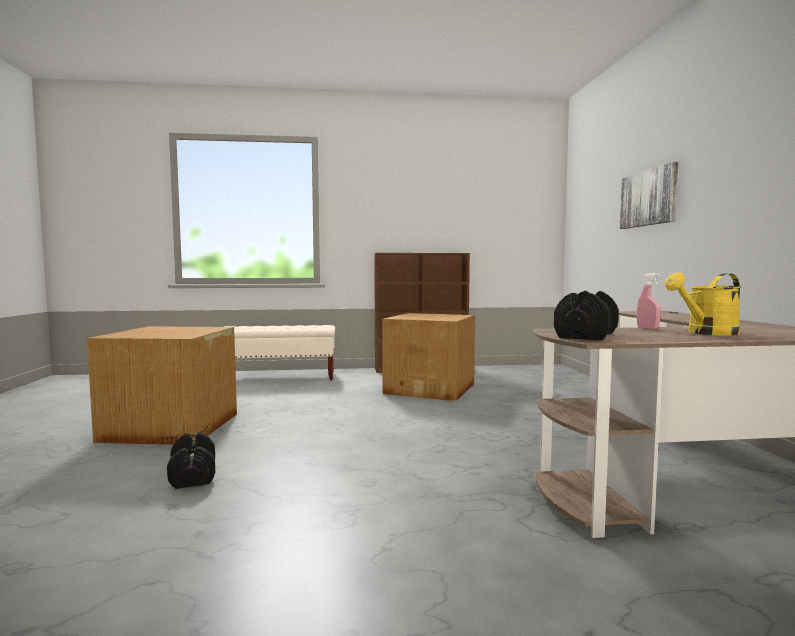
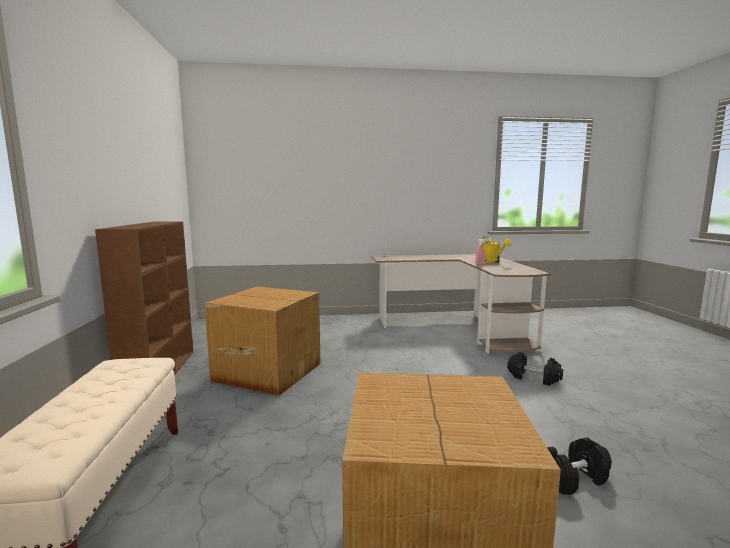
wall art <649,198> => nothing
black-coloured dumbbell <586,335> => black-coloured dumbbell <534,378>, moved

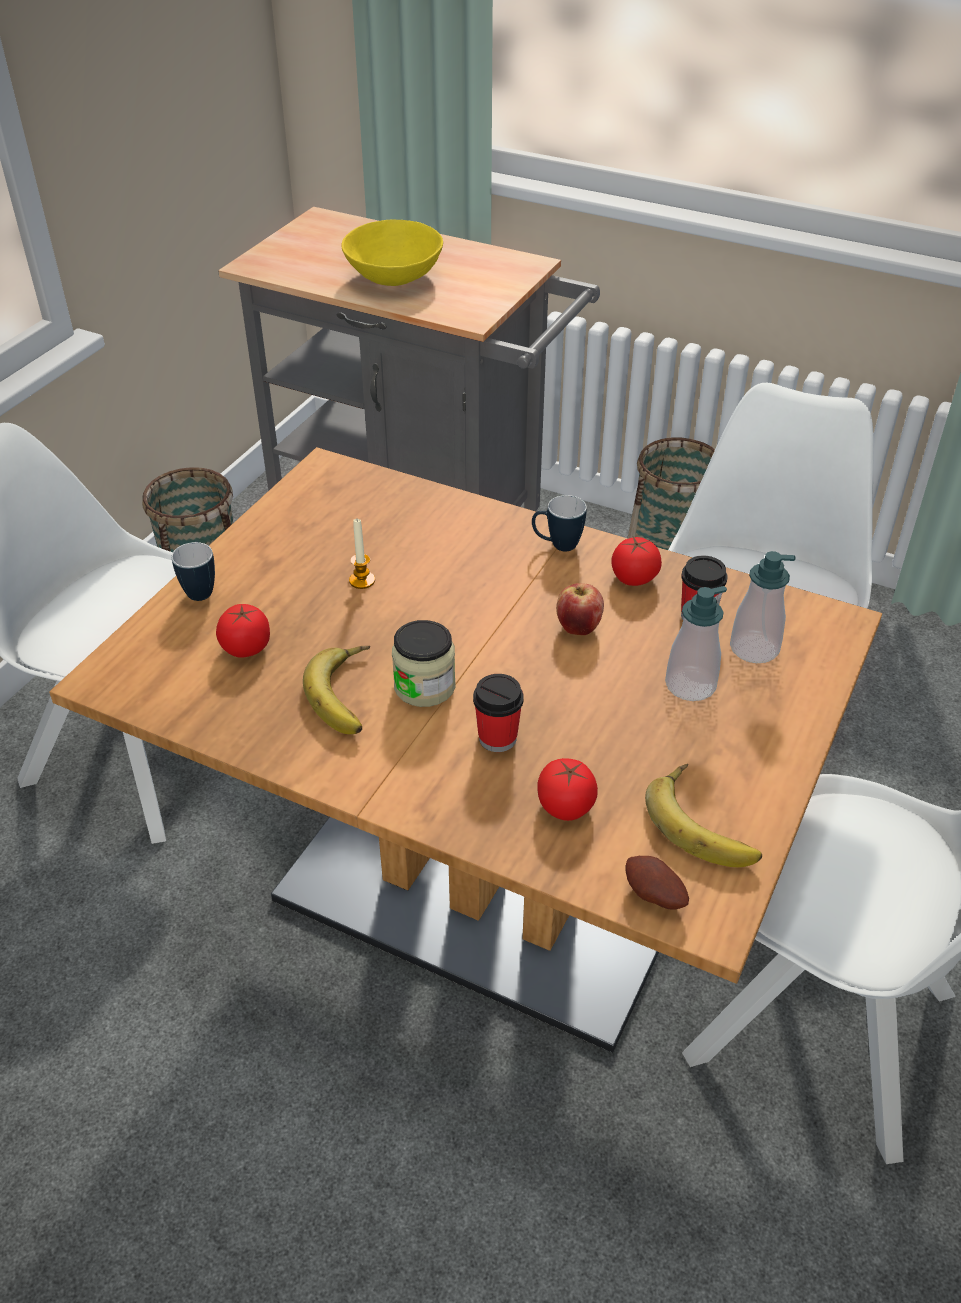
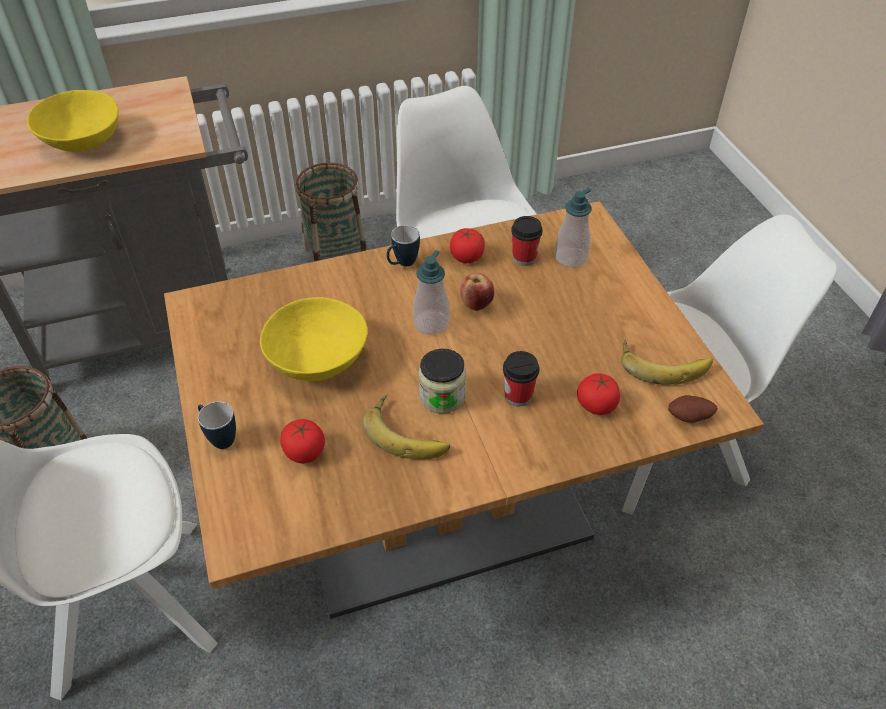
wax light <362,580> => yellow-coloured serving bowl <318,360>
liquid soap bottle <690,685> => liquid soap bottle <431,323>, moved

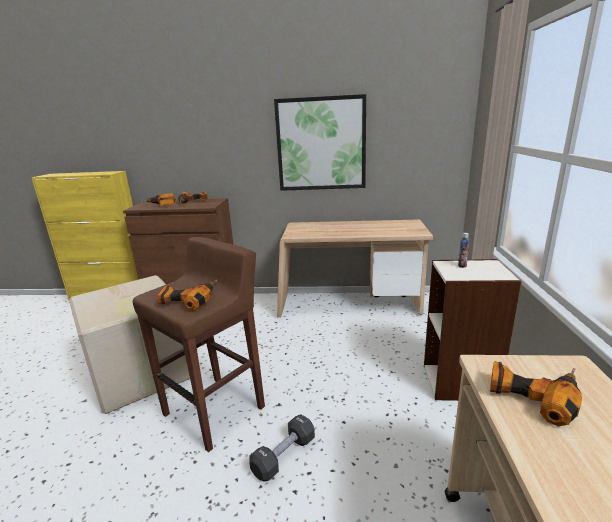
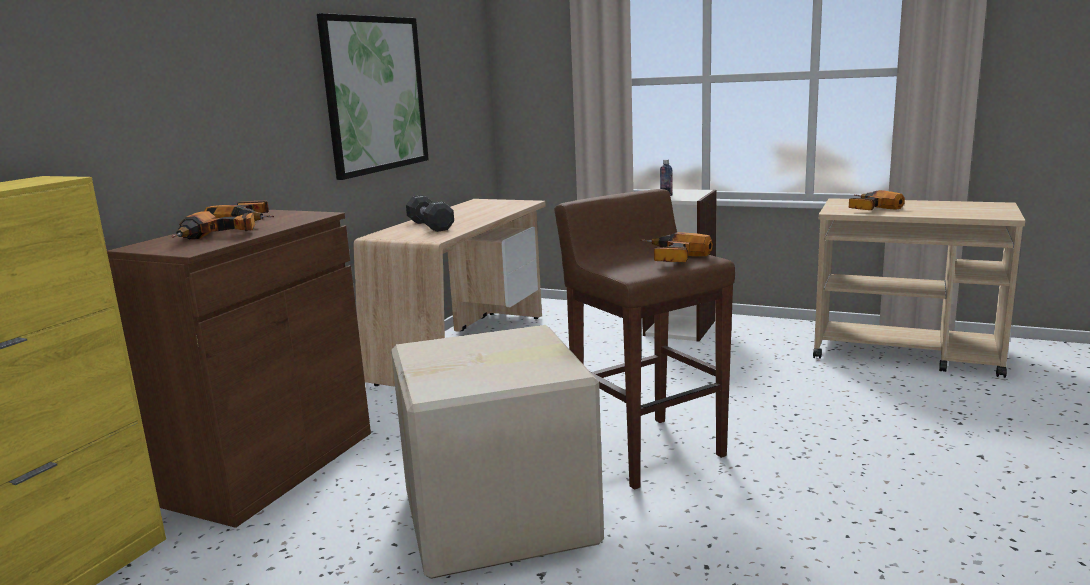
black-coloured dumbbell <284,456> => black-coloured dumbbell <430,226>, moved

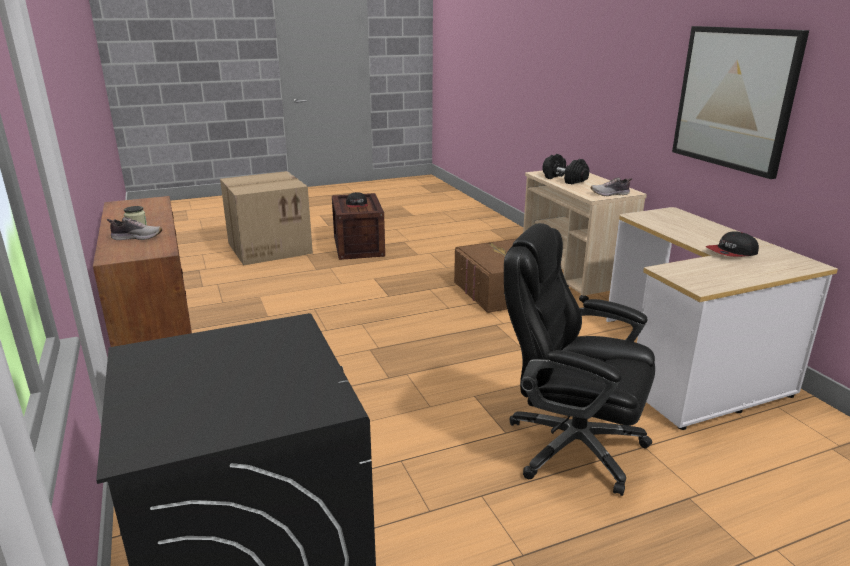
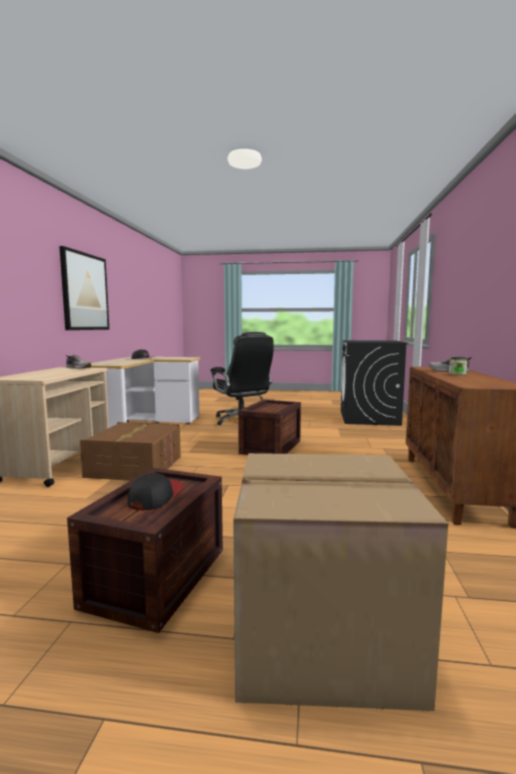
black-coloured dumbbell <564,179> => nothing
nothing => shipping crate <271,447>

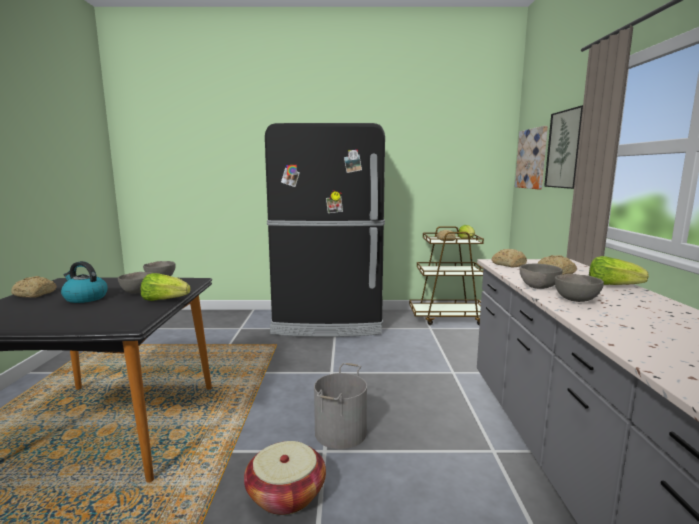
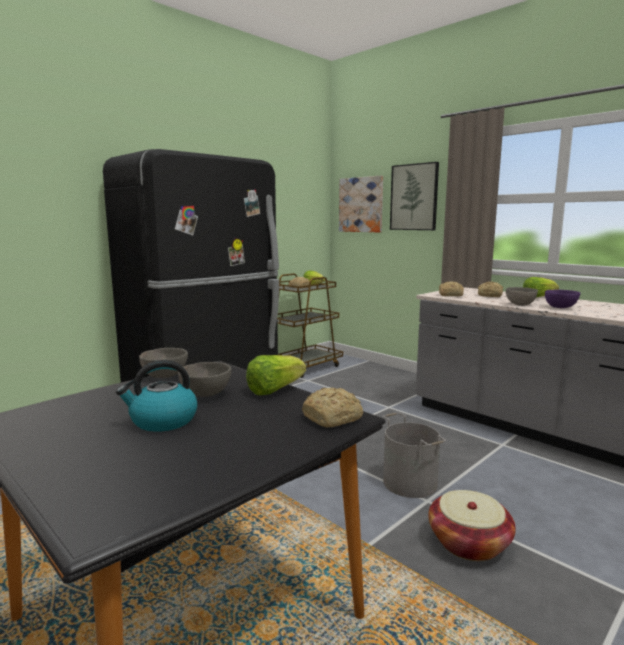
gray serving bowl <576,300> => purple-coloured serving bowl <560,307>
baked bread <35,294> => baked bread <333,418>, moved

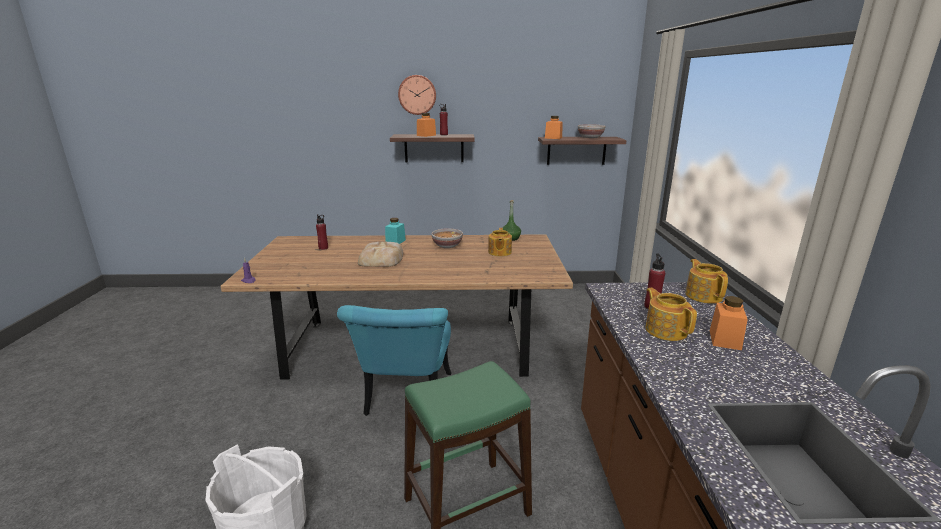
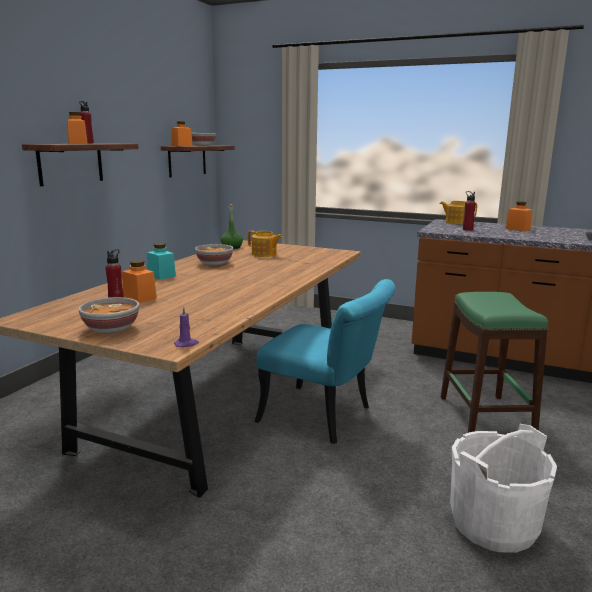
wall clock <417,95> => nothing
baked bread <382,259> => nothing
teapot <665,330> => nothing
nothing => orange-coloured storage jar <139,298>
nothing => serving bowl <111,329>

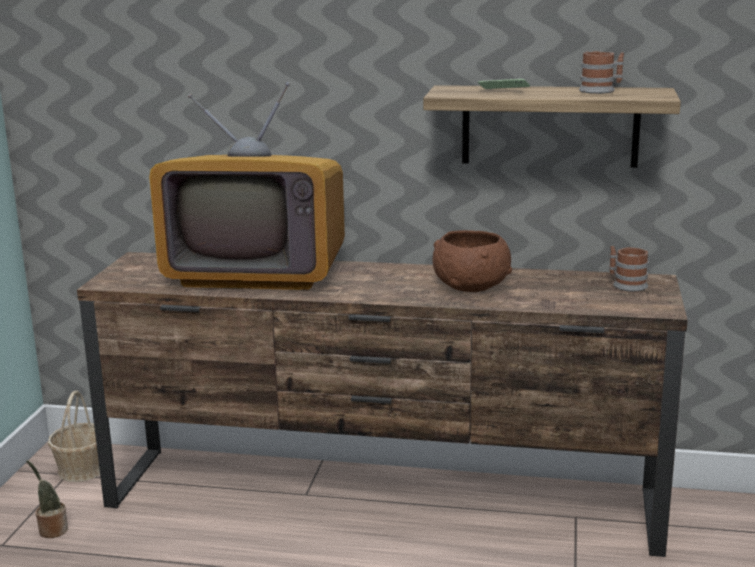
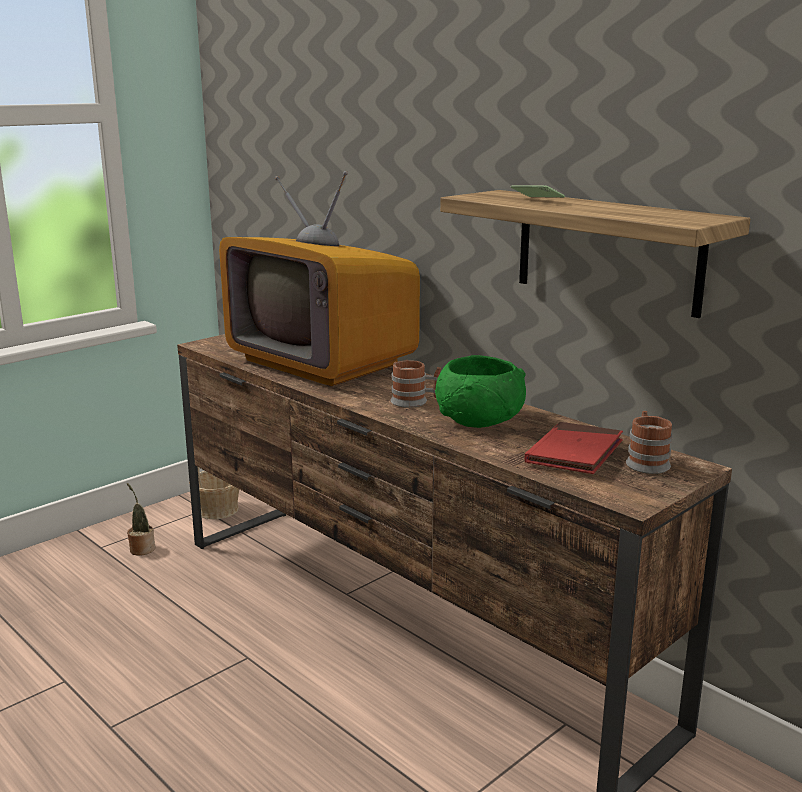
tea mug <602,90> => tea mug <415,402>, moved
brownish serving bowl <471,285> => greenish serving bowl <479,419>
nothing => red bound book <574,453>

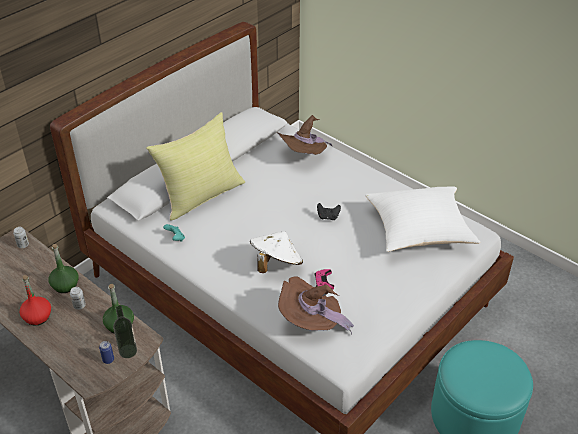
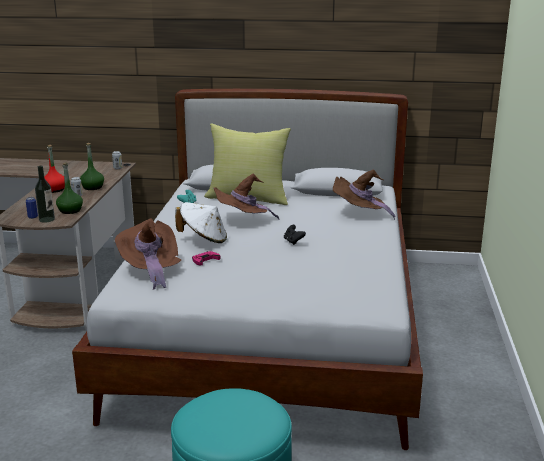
white-coloured pillow <418,232> => nothing
nothing => brownish clothing hat <243,222>

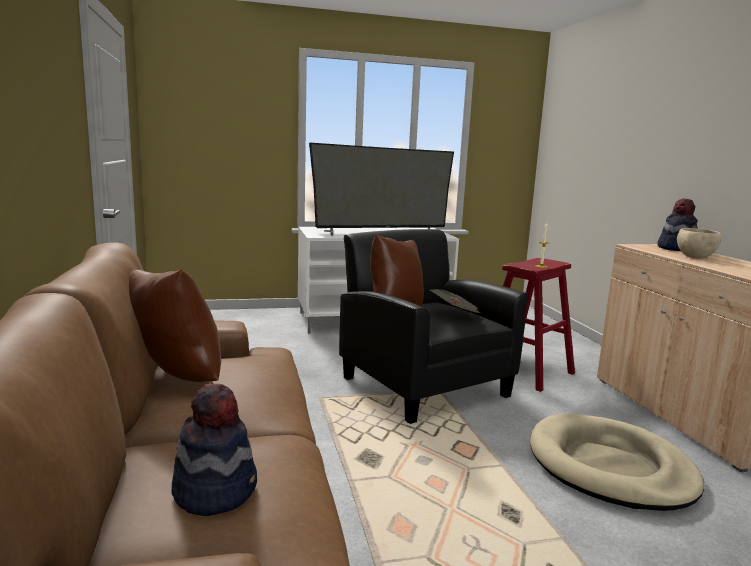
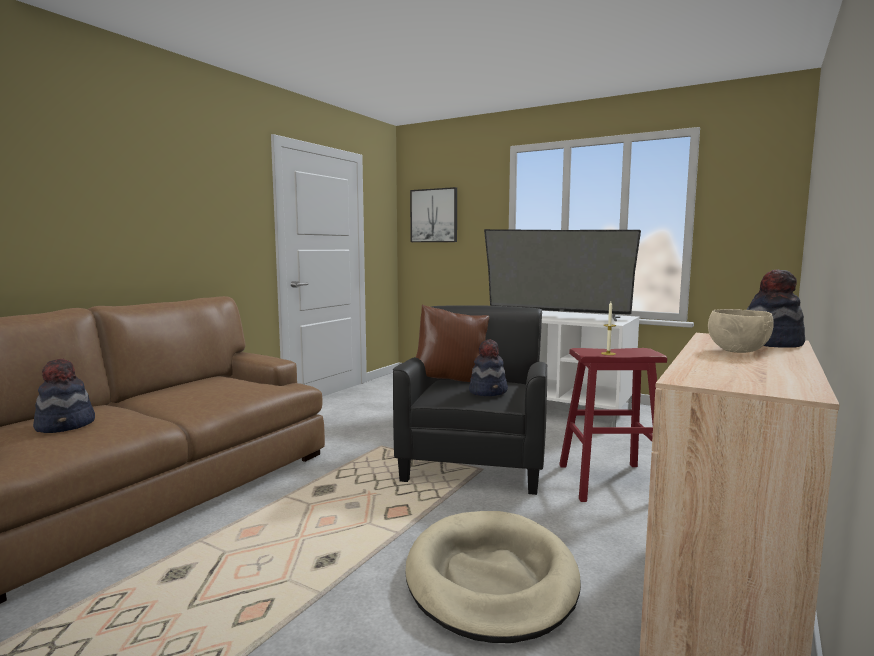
brownish pillow <175,380> => nothing
daily paper <456,315> => clothing hat <488,392>
nothing => wall art <434,215>

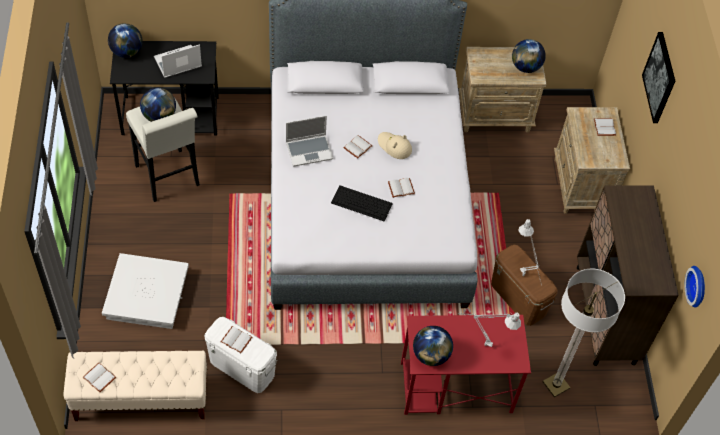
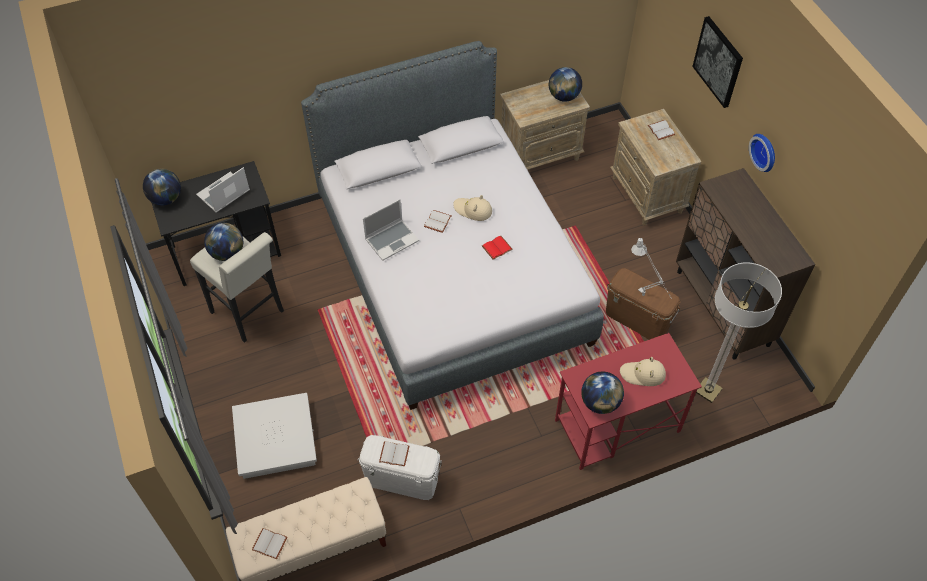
white-coloured bound book <401,189> => red bound book <497,249>
PC keyboard <362,203> => nothing
wall clock <698,286> => wall clock <765,151>, moved
gray tabletop lamp <481,343> => beige-coloured clothing hat <643,374>

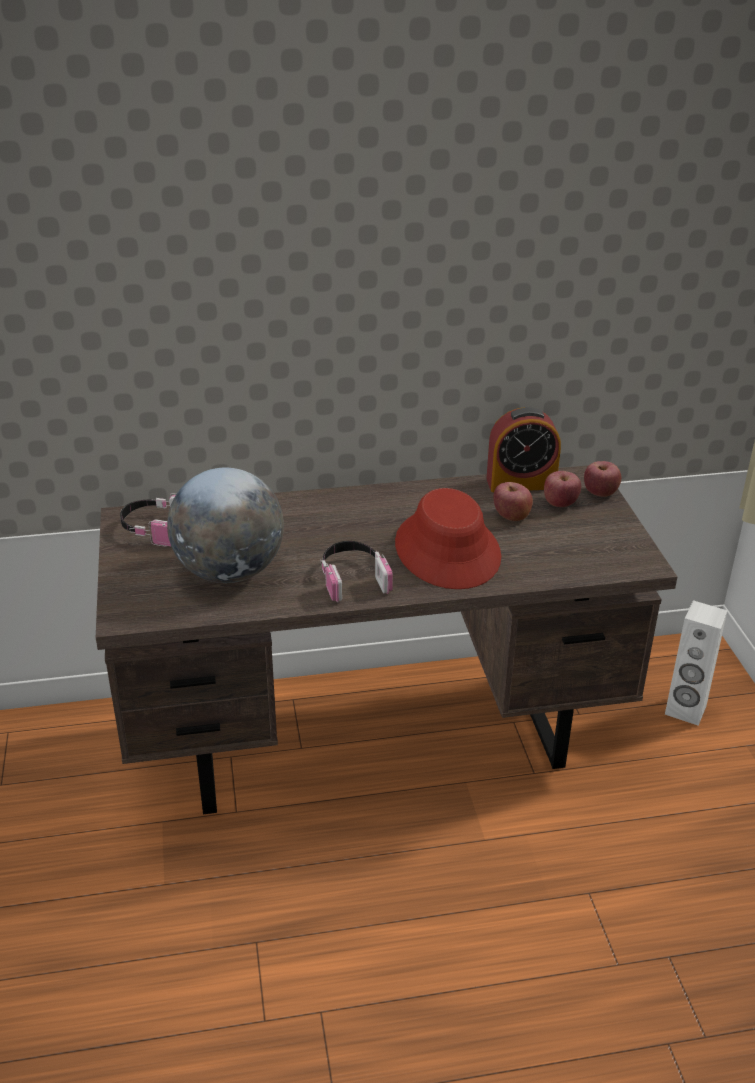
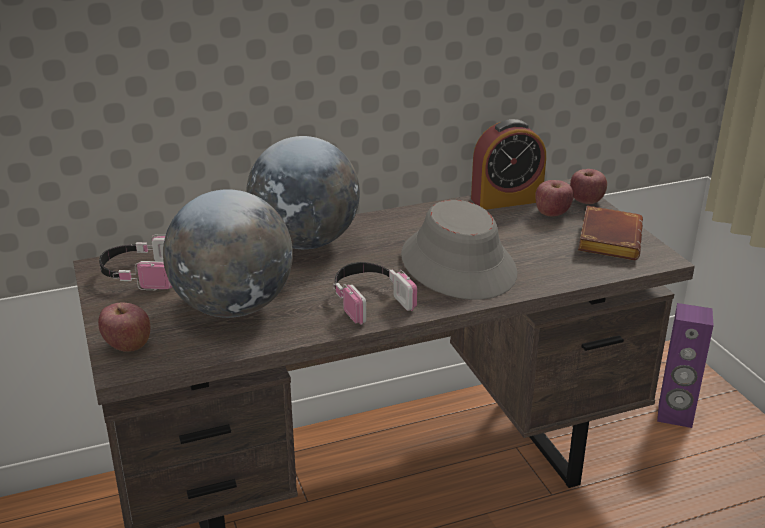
apple fruit <511,516> => apple fruit <127,345>, moved
red clothing hat <448,550> => gray clothing hat <458,265>
white-coloured audio speaker <685,711> => purple-coloured audio speaker <675,415>
nothing => world globe <306,242>
nothing => brownish bound book <607,239>

